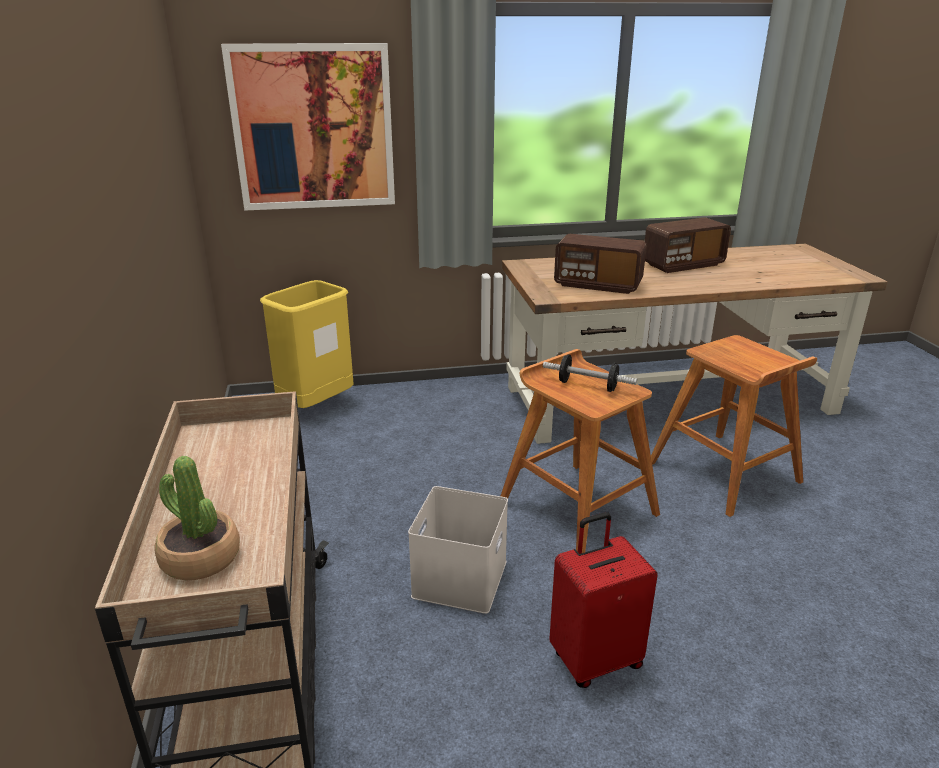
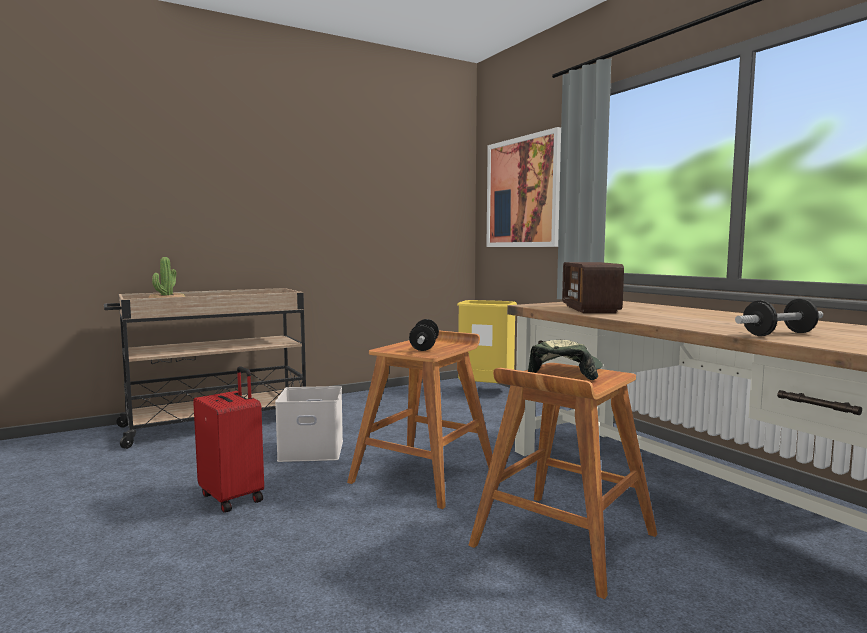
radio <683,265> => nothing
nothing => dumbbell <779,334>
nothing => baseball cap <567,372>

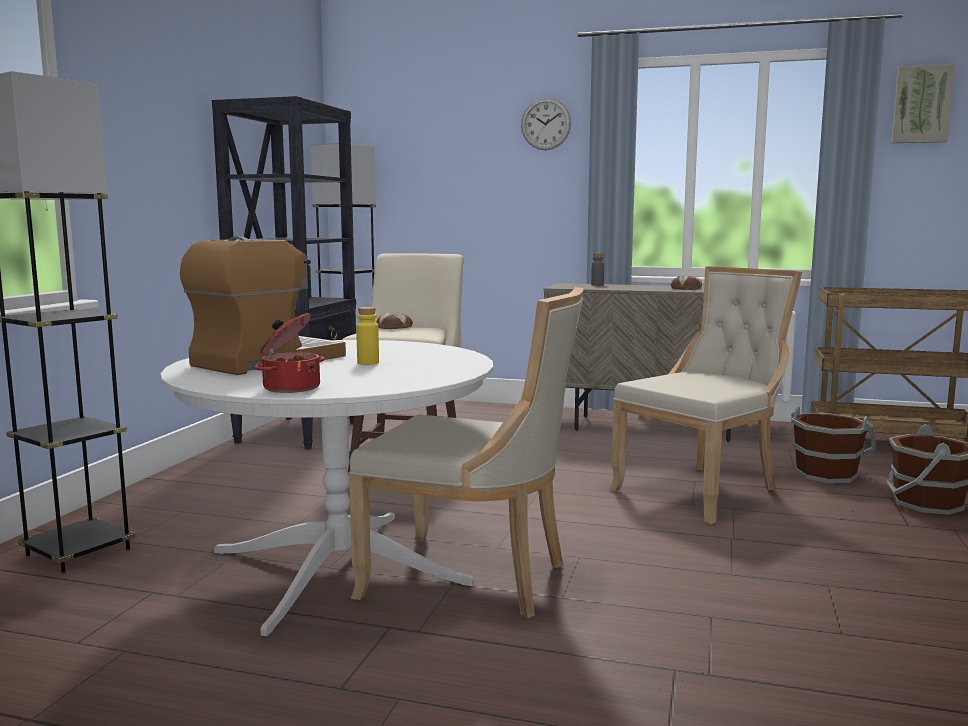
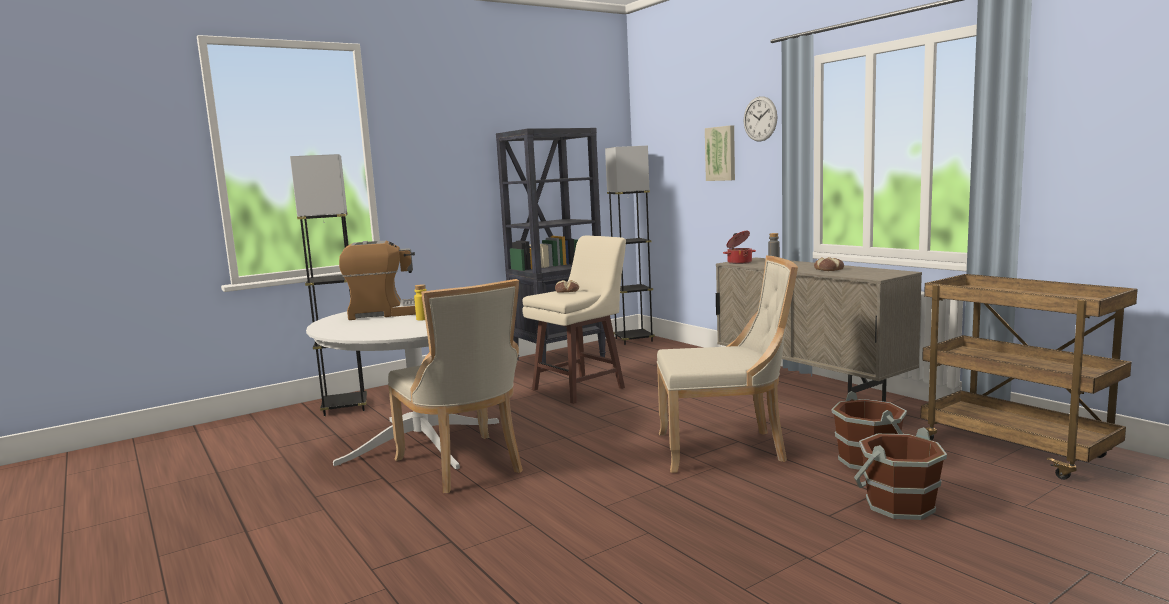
wall art <921,104> => wall art <721,153>, moved
stockpot <290,387> => stockpot <739,262>, moved

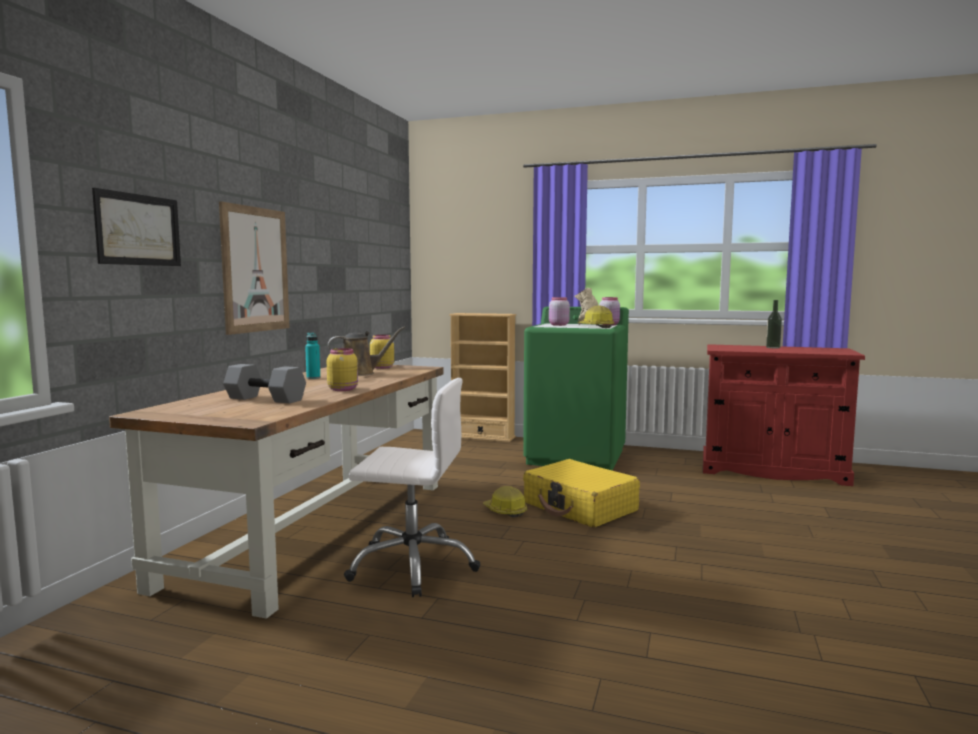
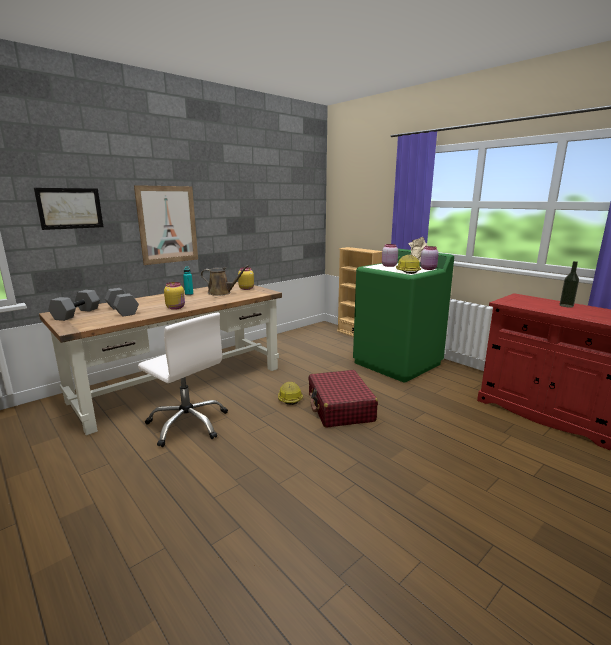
yellow-coloured piece of luggage <580,507> => red piece of luggage <340,407>
nothing => gray dumbbell <77,314>

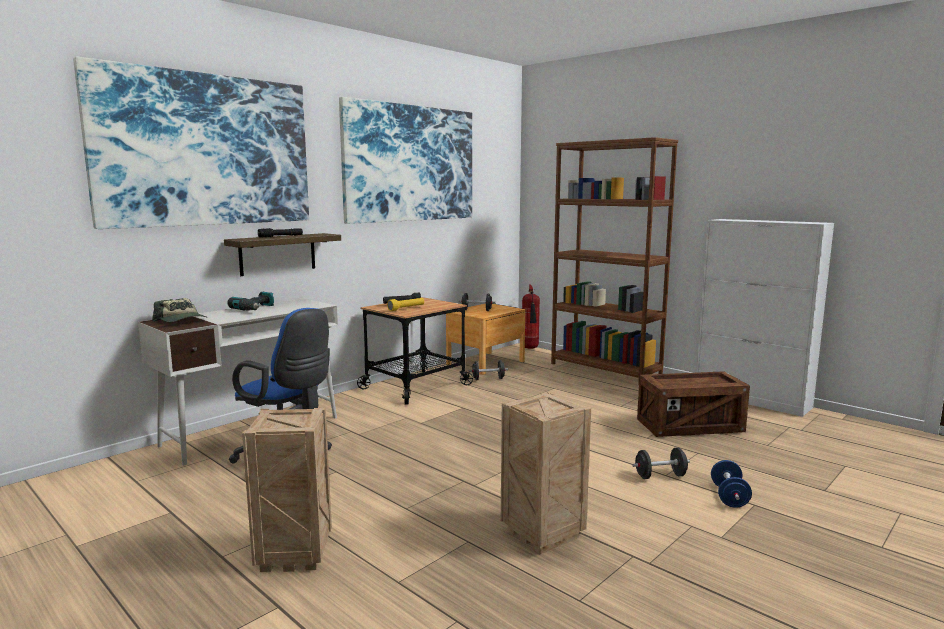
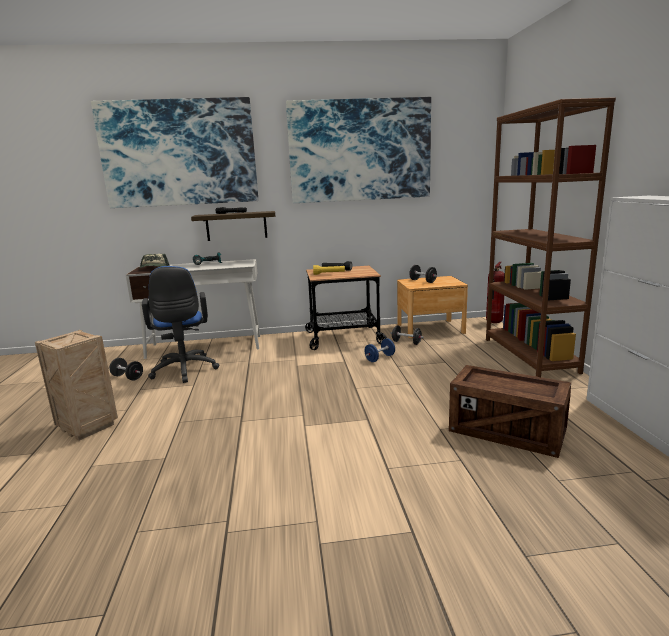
shipping crate <540,533> => nothing
black-coloured dumbbell <660,476> => black-coloured dumbbell <127,377>, moved
blue dumbbell <729,497> => blue dumbbell <380,358>, moved

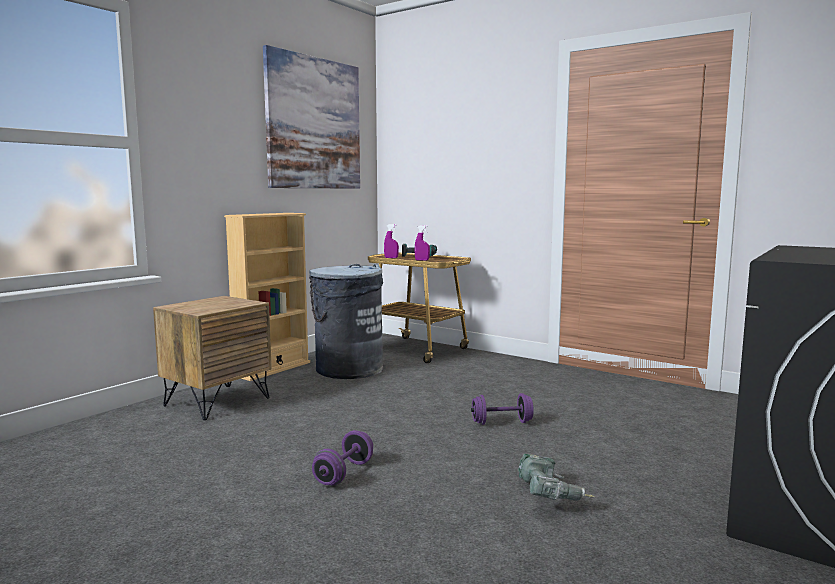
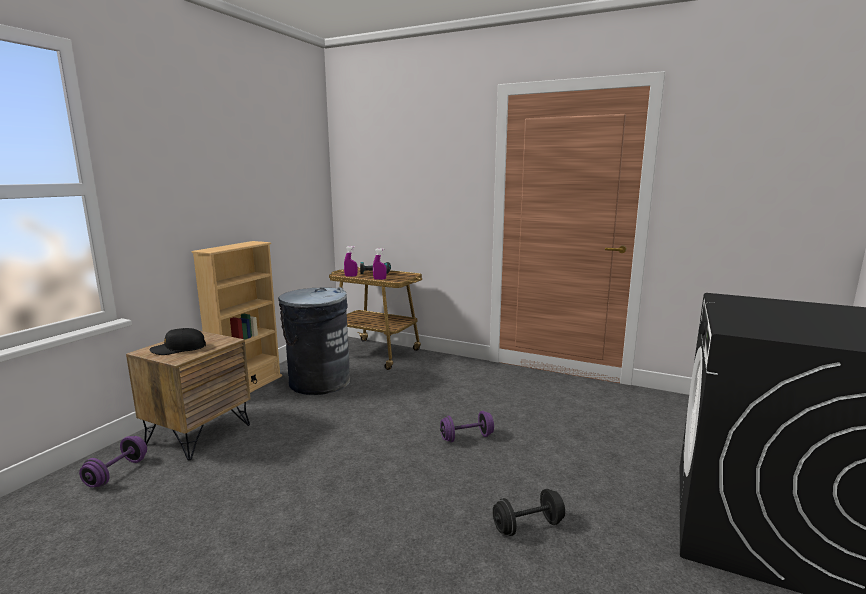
wall art <314,124> => nothing
purple-coloured dumbbell <344,473> => purple-coloured dumbbell <117,473>, moved
drill <551,496> => black-coloured dumbbell <528,526>
nothing => black-coloured baseball cap <179,349>

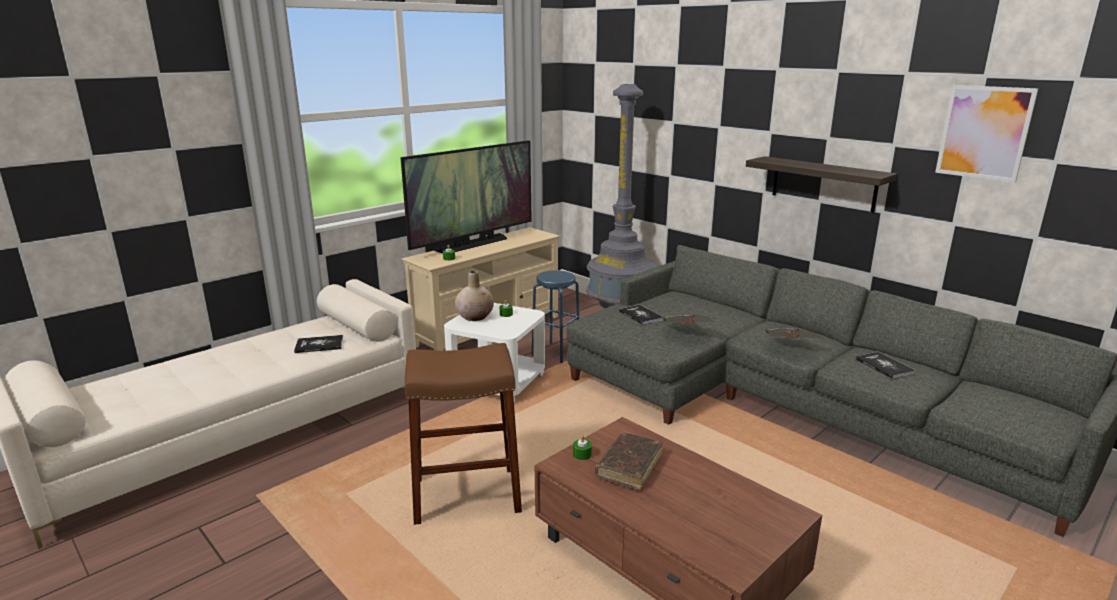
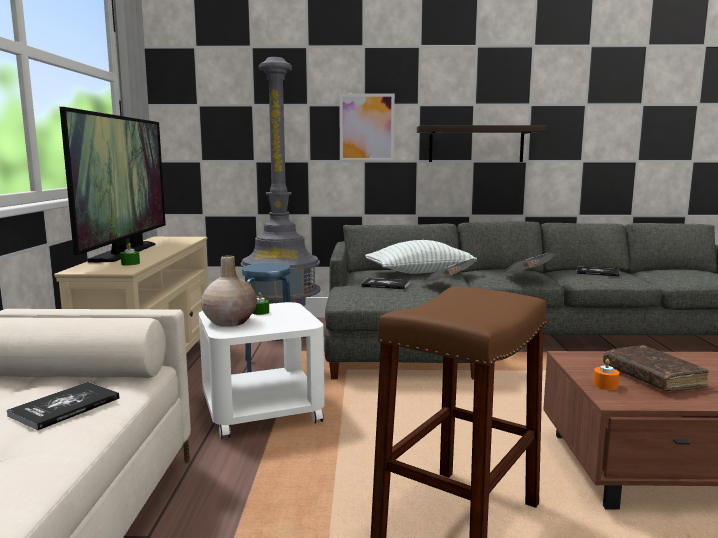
wall art <984,132> => wall art <366,127>, moved
greenish wax light <582,455> => orange-coloured wax light <605,385>
nothing => pillow <419,272>

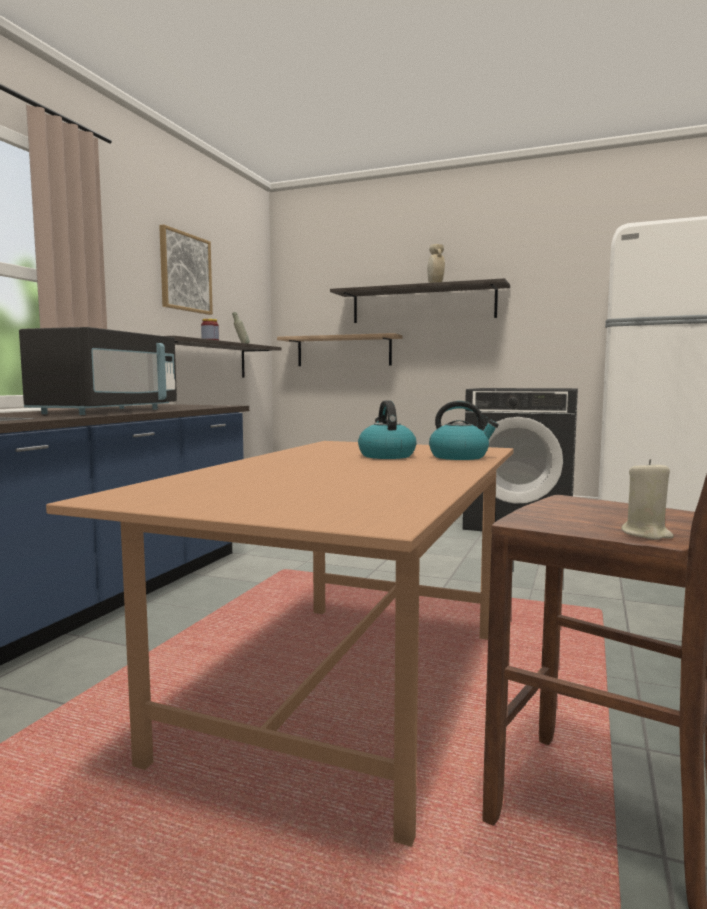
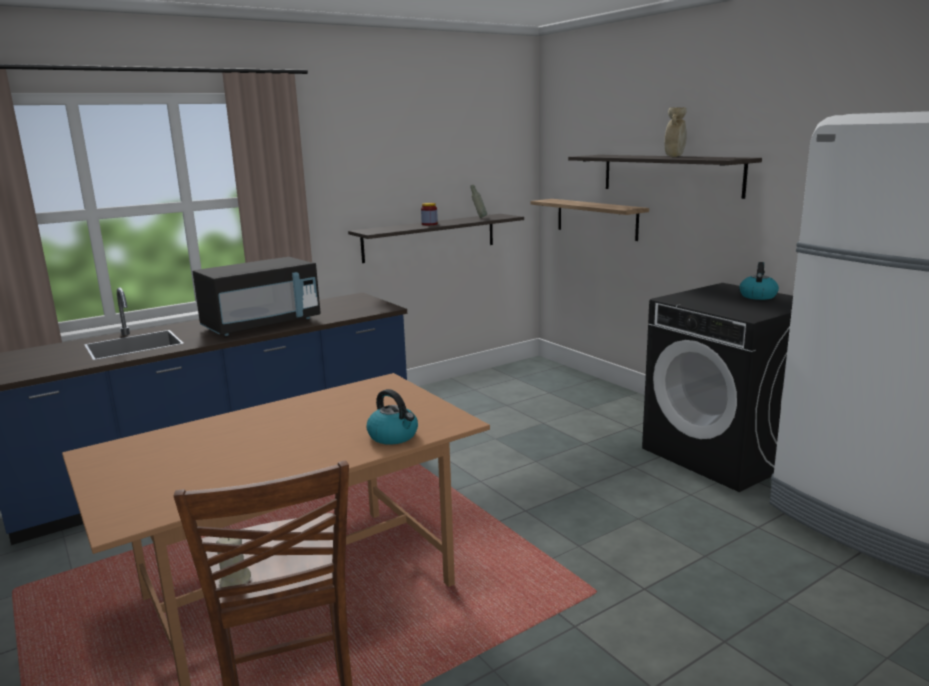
wall art <185,272> => nothing
water kettle <386,456> => water kettle <757,296>, moved

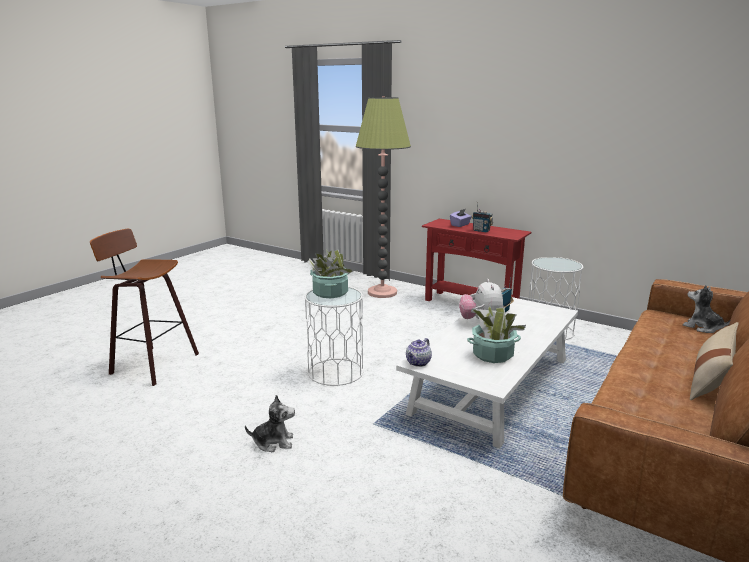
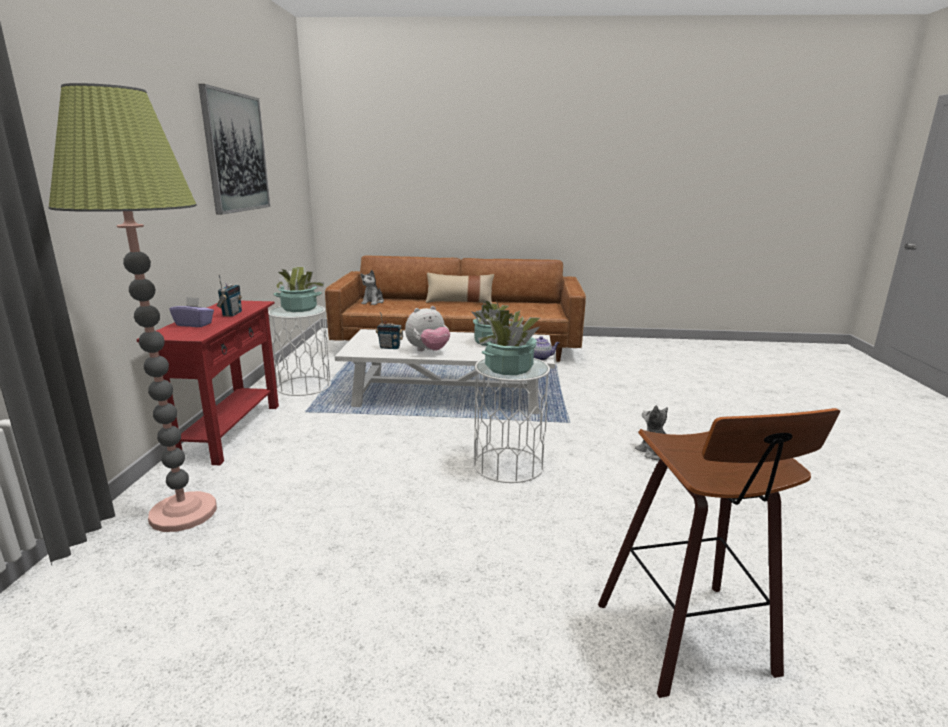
nothing => wall art <236,152>
nothing => plant in a pot <299,308>

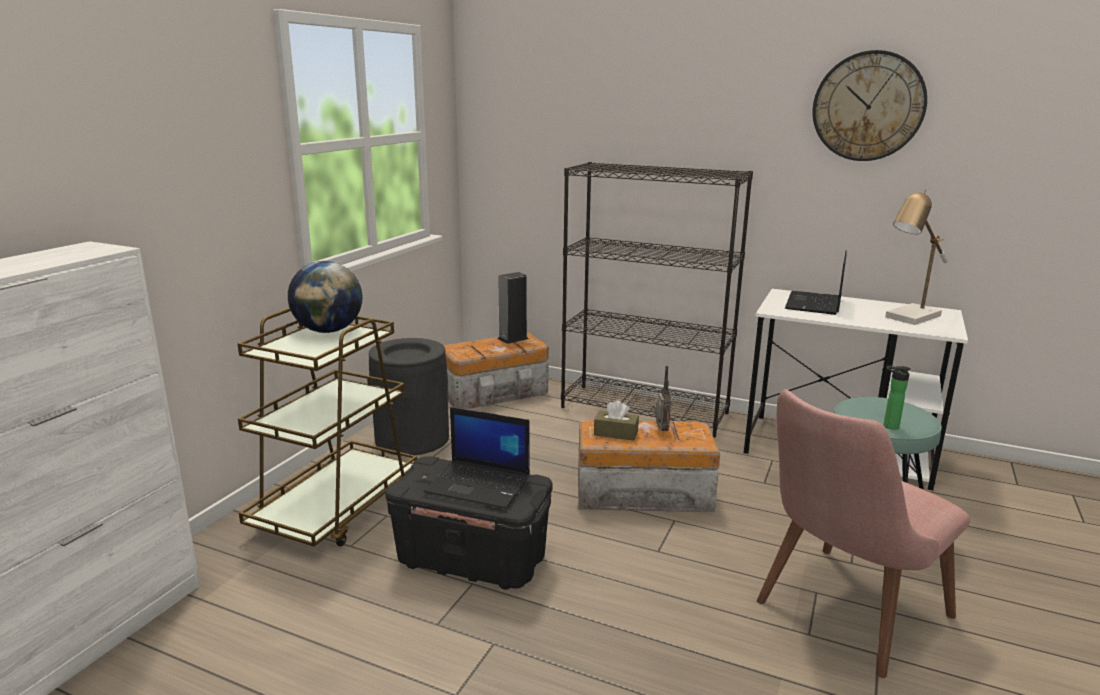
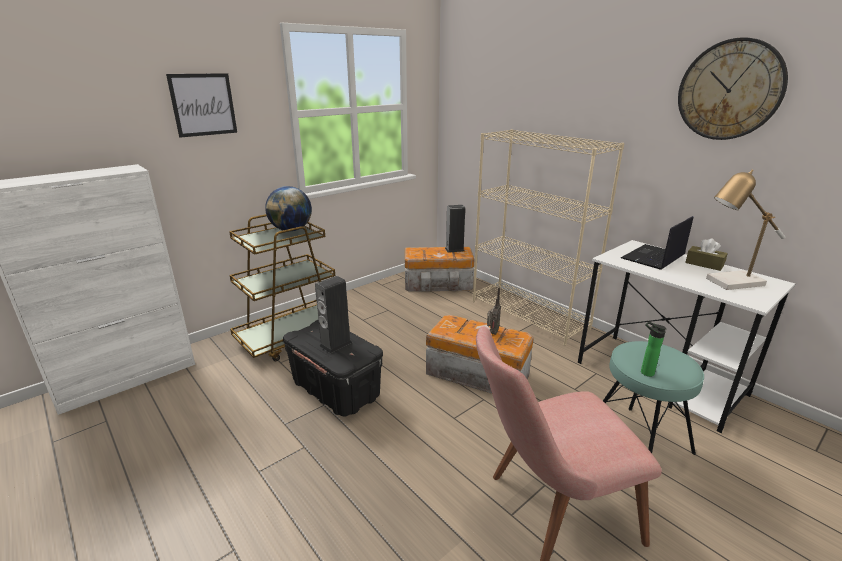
black-coloured bookshelf <645,410> => beige-coloured bookshelf <529,315>
black-coloured trash can <412,438> => nothing
brownish tissue box <616,433> => brownish tissue box <704,264>, moved
portable computer <480,484> => audio speaker <335,344>
nothing => wall art <203,105>

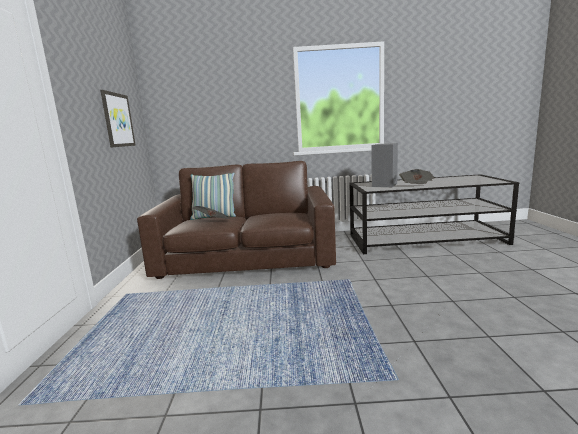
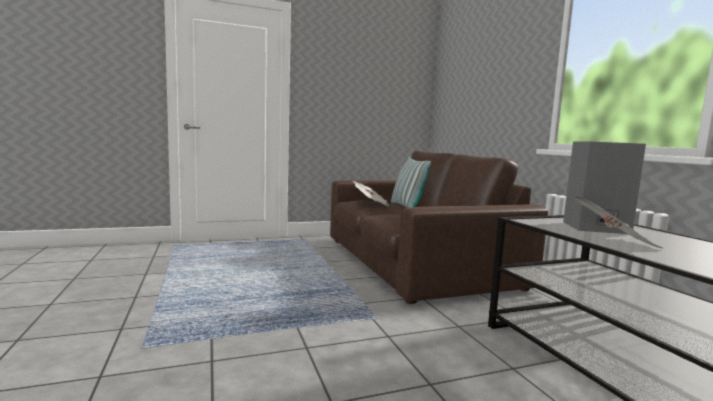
wall art <117,120> => nothing

